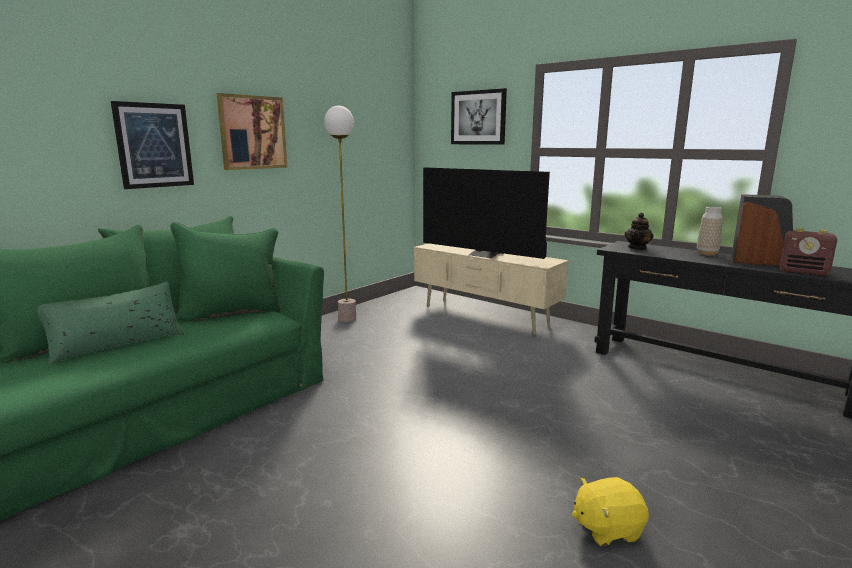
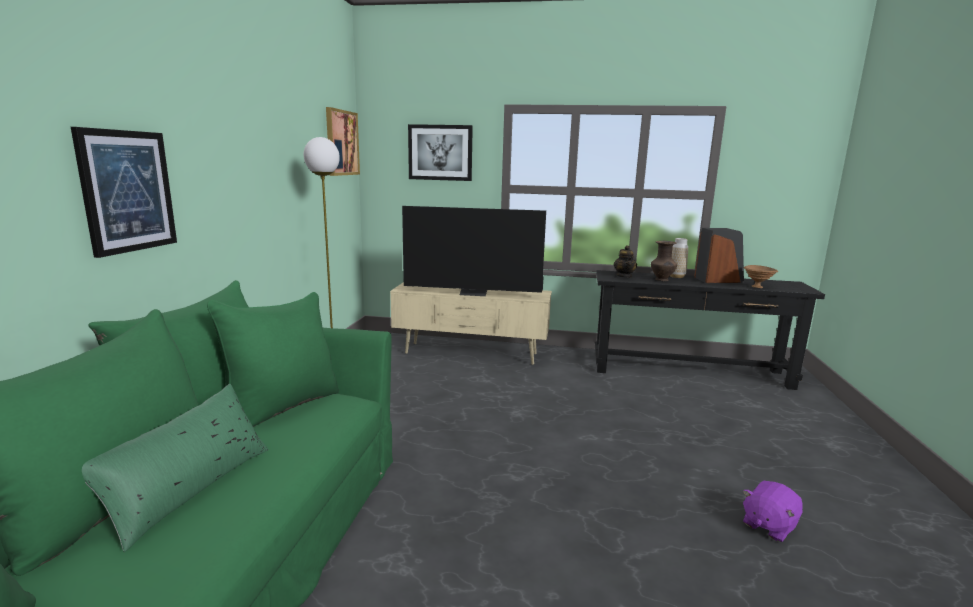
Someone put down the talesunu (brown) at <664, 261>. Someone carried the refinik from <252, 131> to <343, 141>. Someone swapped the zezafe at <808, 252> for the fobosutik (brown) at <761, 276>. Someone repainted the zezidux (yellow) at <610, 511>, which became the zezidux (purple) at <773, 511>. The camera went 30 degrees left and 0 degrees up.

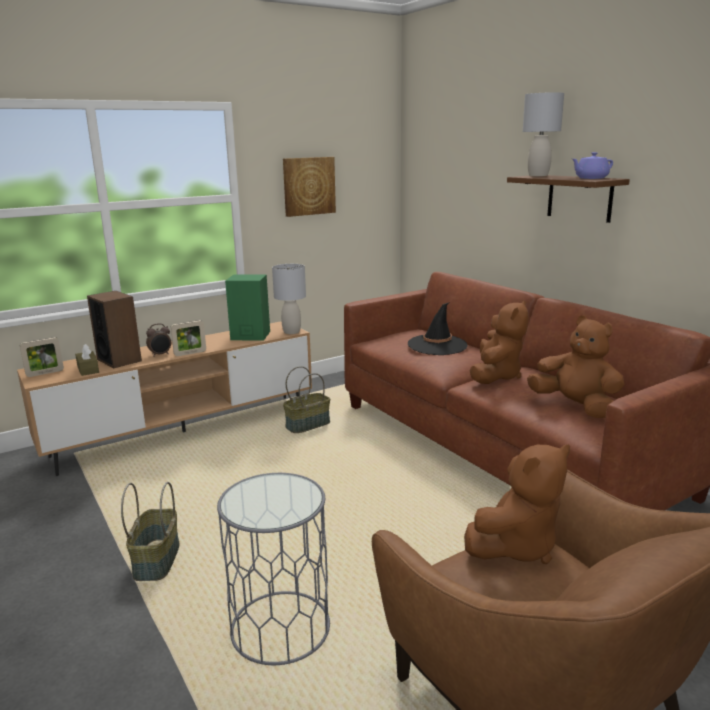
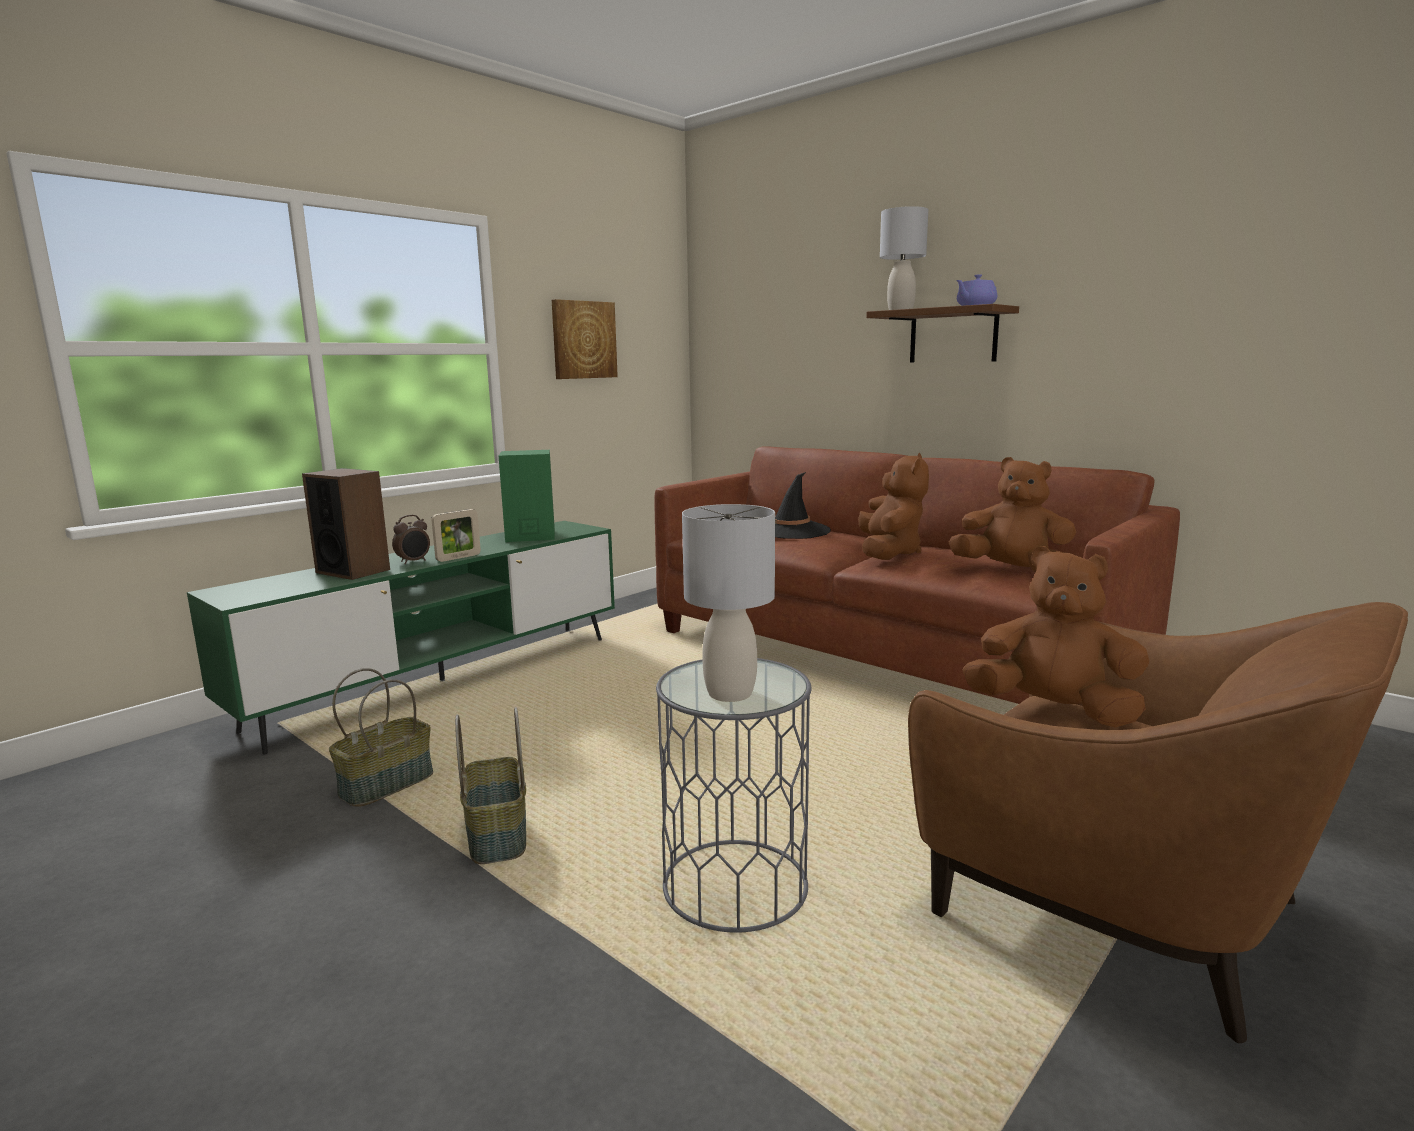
Someone took away the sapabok at <42, 357>. Someone took away the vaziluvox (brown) at <87, 360>. Someone carried the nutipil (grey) from <289, 299> to <728, 603>. Someone carried the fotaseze from <306, 399> to <381, 737>. Someone repainted the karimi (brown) at <164, 398>, which became the karimi (green) at <401, 637>. Someone rotated the zezidux (brown) at <517, 504> by 105 degrees counterclockwise. The camera went 15 degrees left and 5 degrees down.

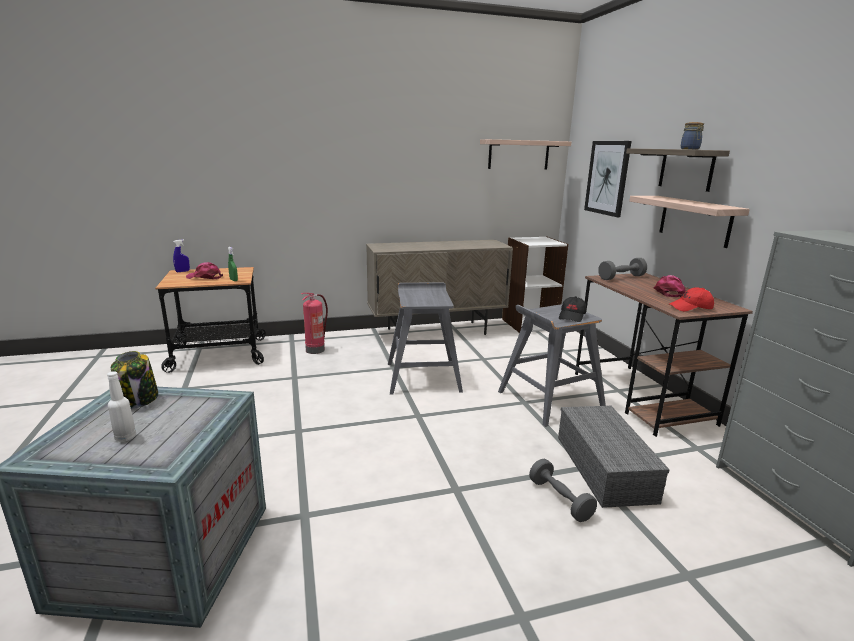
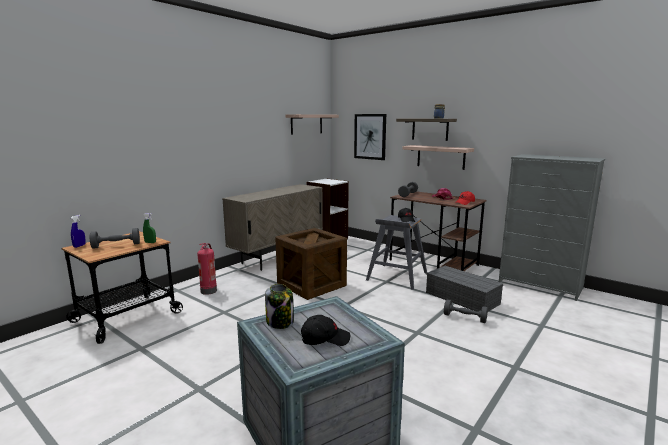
Someone swapped the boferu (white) at <121, 406> for the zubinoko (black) at <325, 330>. Someone swapped the zubinoko (pink) at <204, 270> for the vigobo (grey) at <115, 238>. Someone swapped the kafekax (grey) at <425, 338> for the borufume at <311, 264>. The camera went 35 degrees left and 5 degrees down.

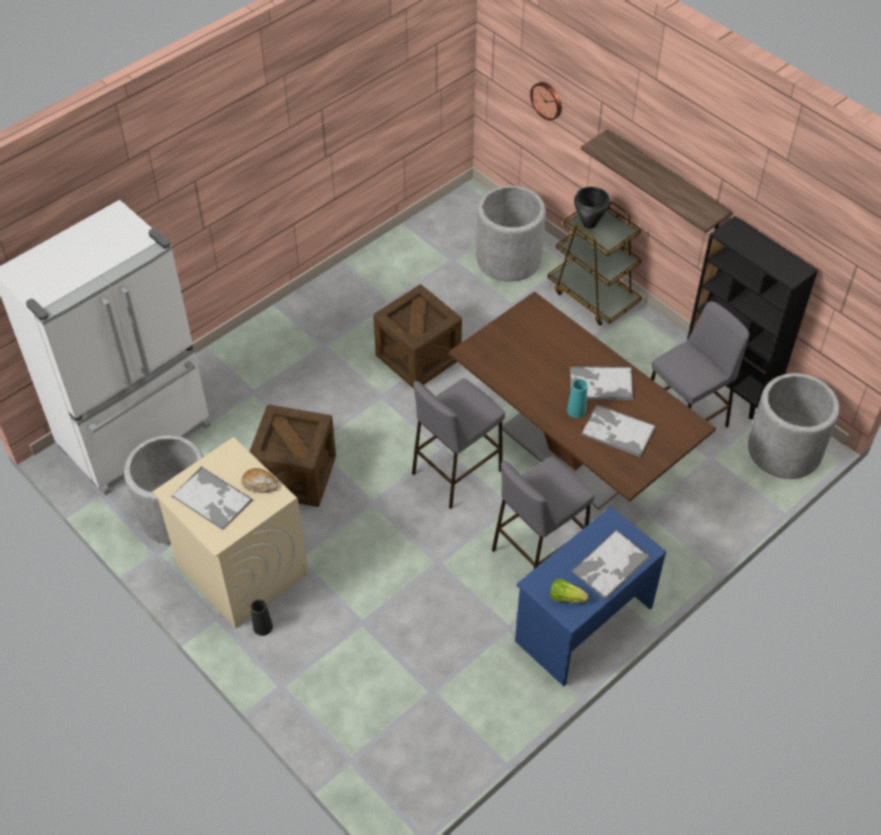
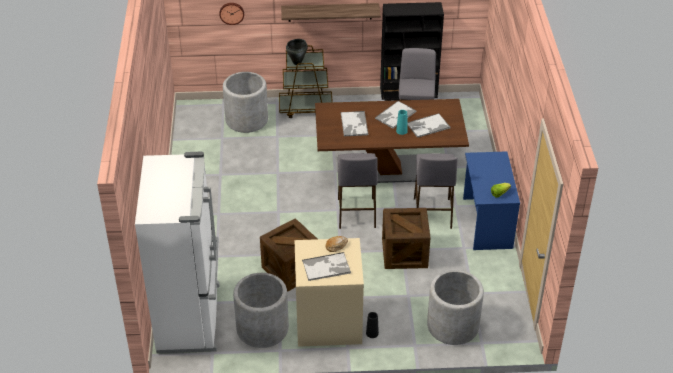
Someone carried the borufume from <417, 336> to <406, 238>. Someone carried the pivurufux from <611, 565> to <354, 123>. Someone carried the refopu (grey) from <793, 426> to <455, 307>. The camera went 50 degrees left and 10 degrees down.

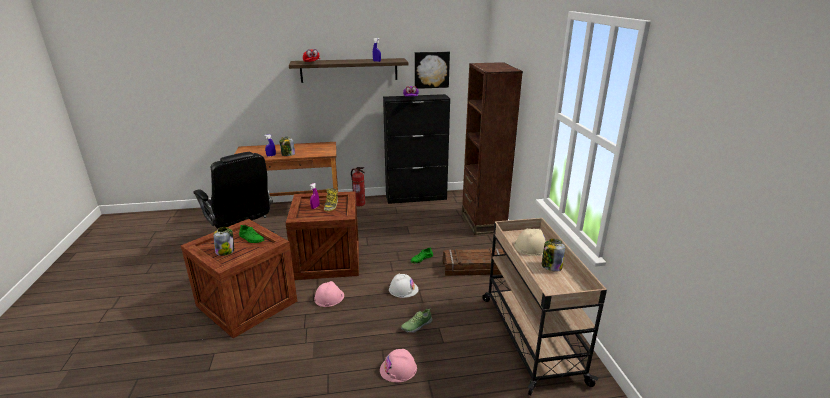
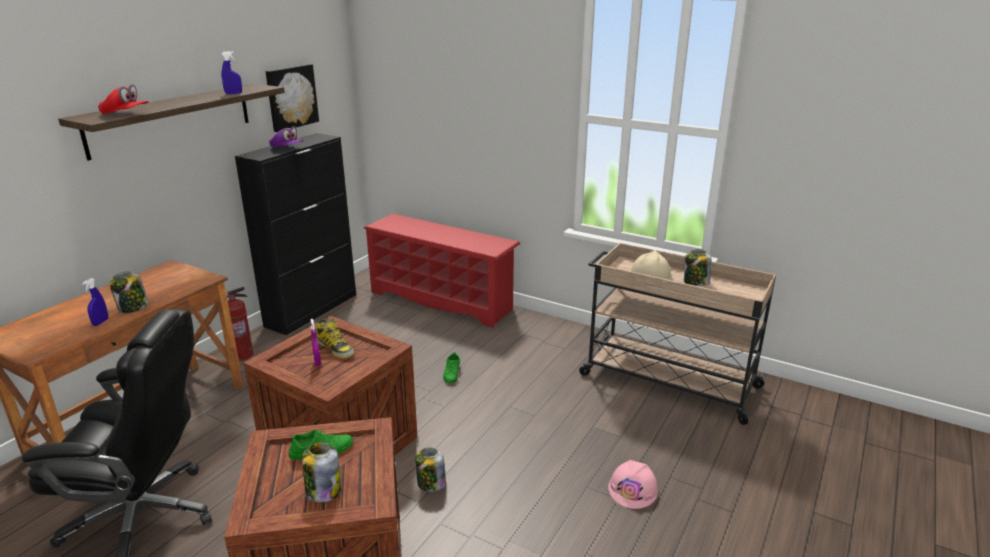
Someone took away the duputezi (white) at <404, 286>. Someone took away the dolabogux at <416, 320>. Someone took away the borufume at <473, 262>. Someone swapped the duputezi (pink) at <329, 294> for the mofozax at <430, 469>. Someone swapped the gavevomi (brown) at <492, 148> for the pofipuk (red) at <441, 271>. The camera went 50 degrees left and 0 degrees up.

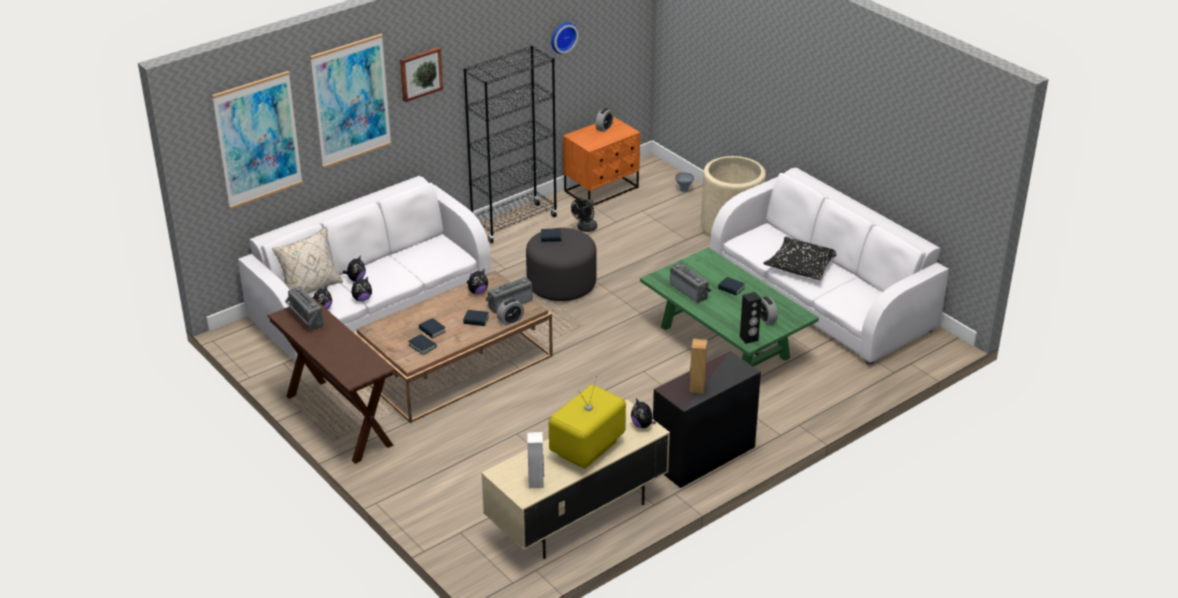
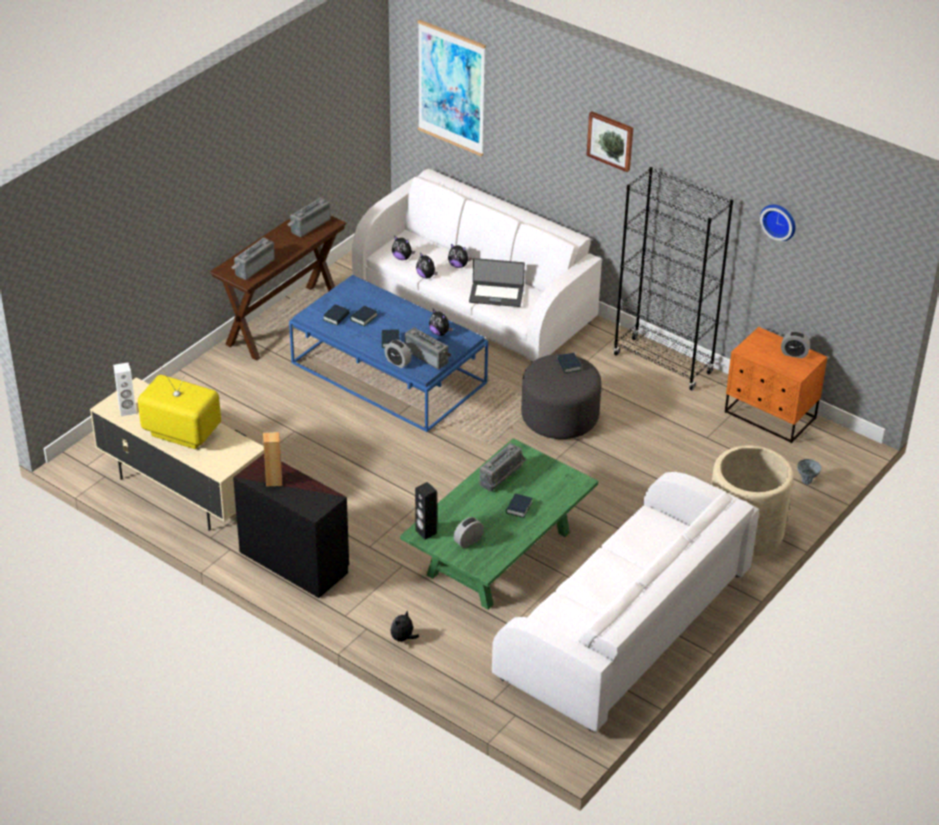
Someone took away the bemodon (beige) at <307, 260>. Someone took away the refinik at <351, 101>. Someone took away the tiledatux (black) at <584, 215>. Someone took away the bemodon (black) at <799, 258>. Someone put down the zezafe at <253, 259>. Someone put down the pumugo at <497, 282>. Someone carried the zezidux from <643, 413> to <405, 626>. Someone repainted the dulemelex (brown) at <453, 347>, which became the dulemelex (blue) at <388, 354>. The camera went 75 degrees right and 5 degrees up.

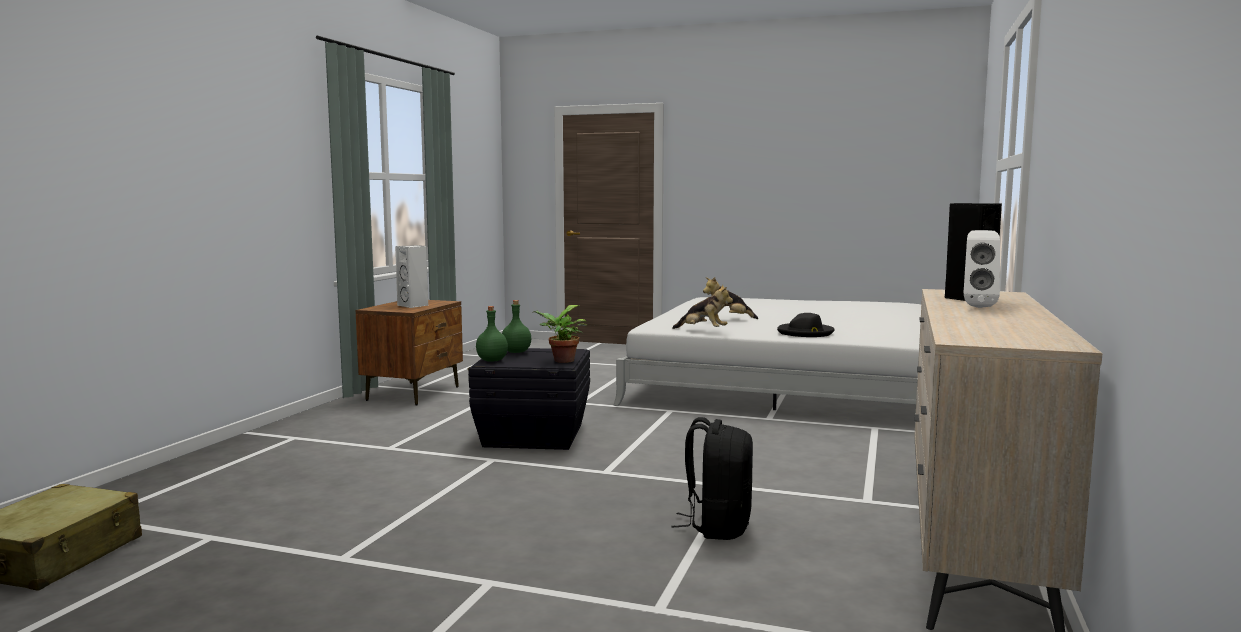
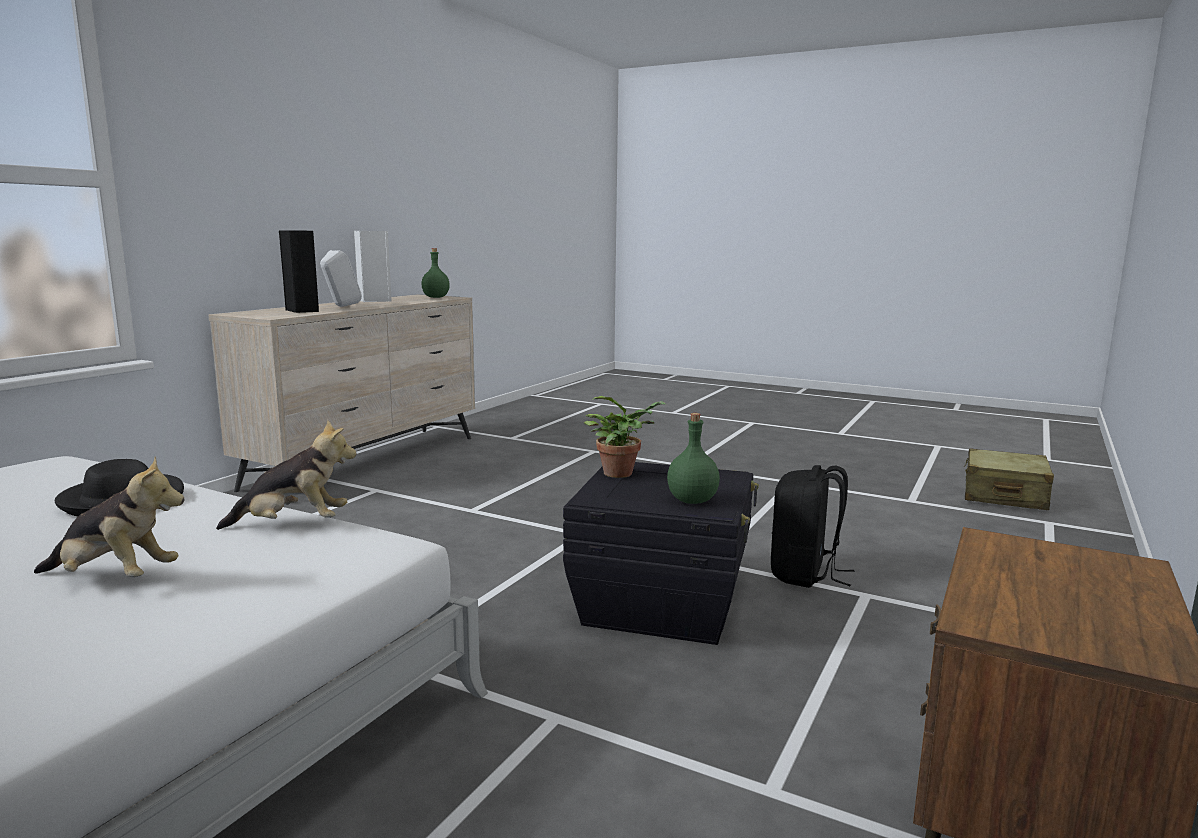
Someone carried the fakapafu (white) from <411, 276> to <373, 266>. Someone carried the boferu (green) from <492, 334> to <435, 273>. Someone carried the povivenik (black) from <712, 478> to <812, 526>. Someone rotated the zezidux at <702, 306> by 135 degrees clockwise. The camera went 170 degrees left and 5 degrees up.

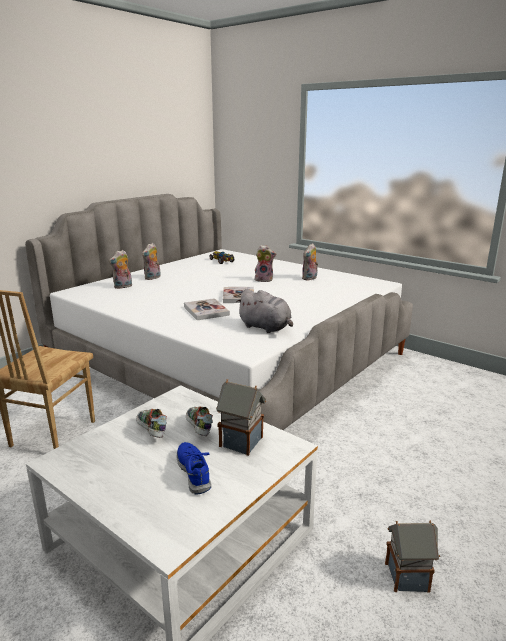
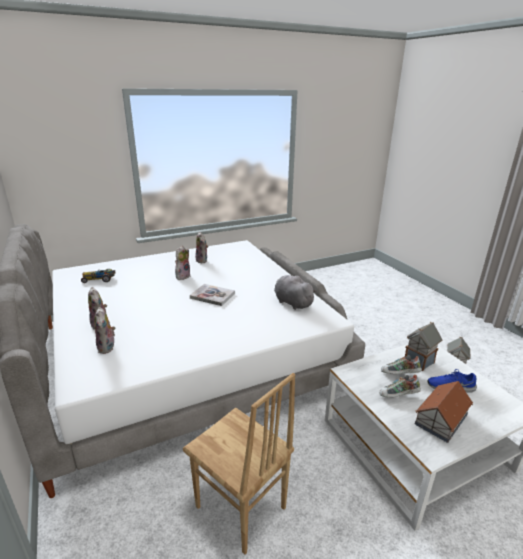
Someone took away the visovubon at <207, 309>. Someone put down the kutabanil at <444, 412>. Someone rotated the zezidux (grey) at <264, 311> by 105 degrees counterclockwise. The camera went 65 degrees left and 5 degrees up.

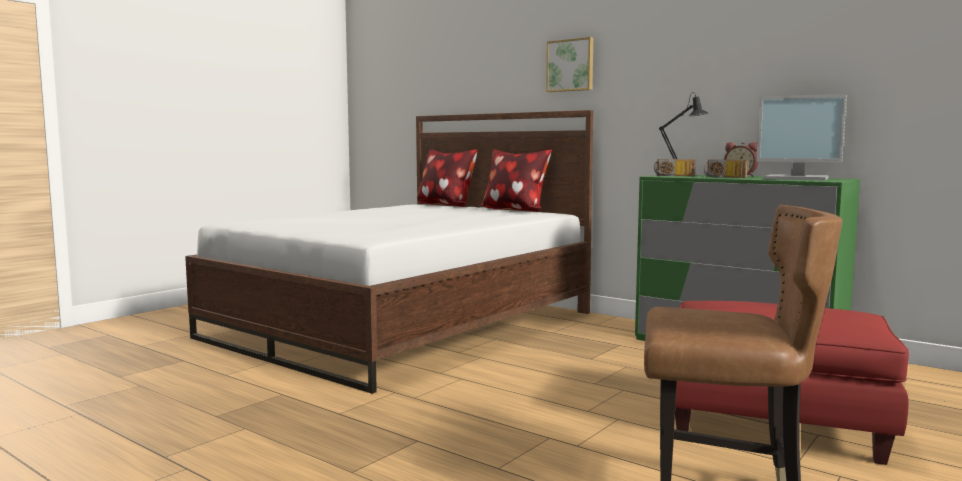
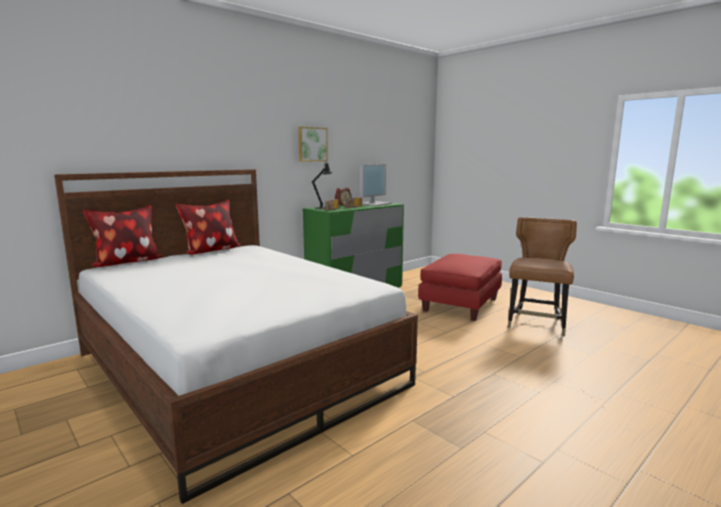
Someone carried the refinik from <569, 64> to <313, 144>. The camera went 80 degrees left and 5 degrees up.

